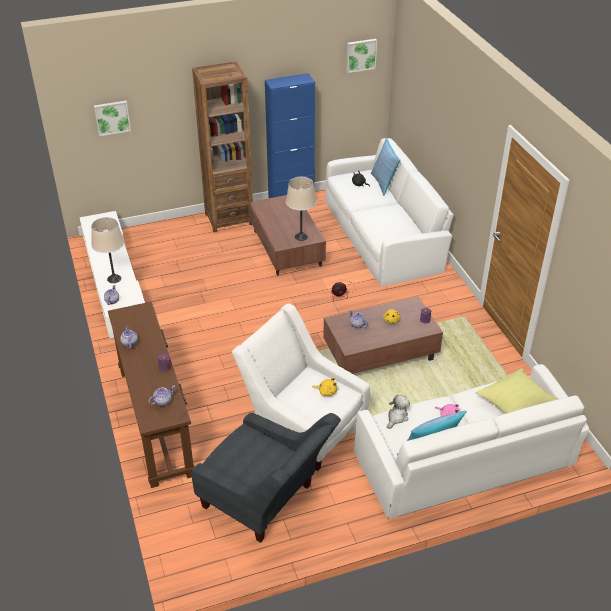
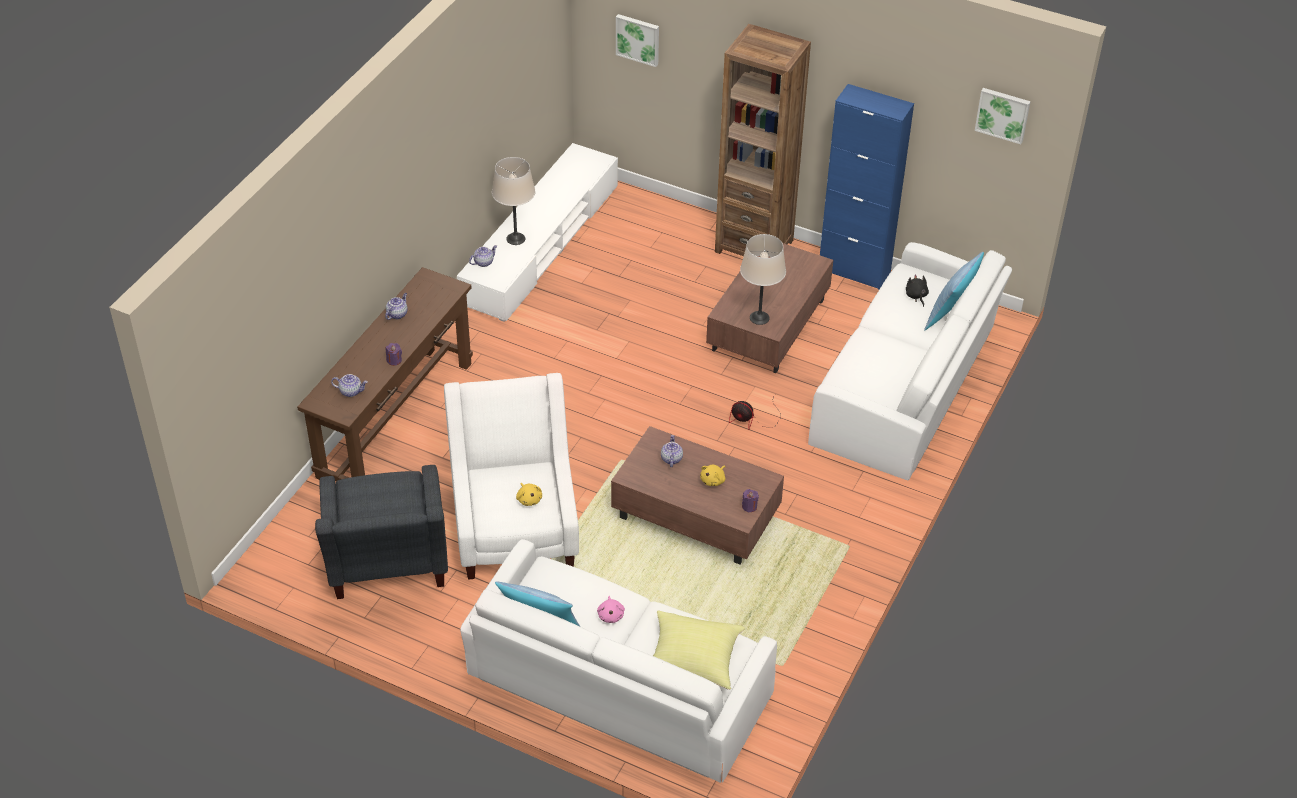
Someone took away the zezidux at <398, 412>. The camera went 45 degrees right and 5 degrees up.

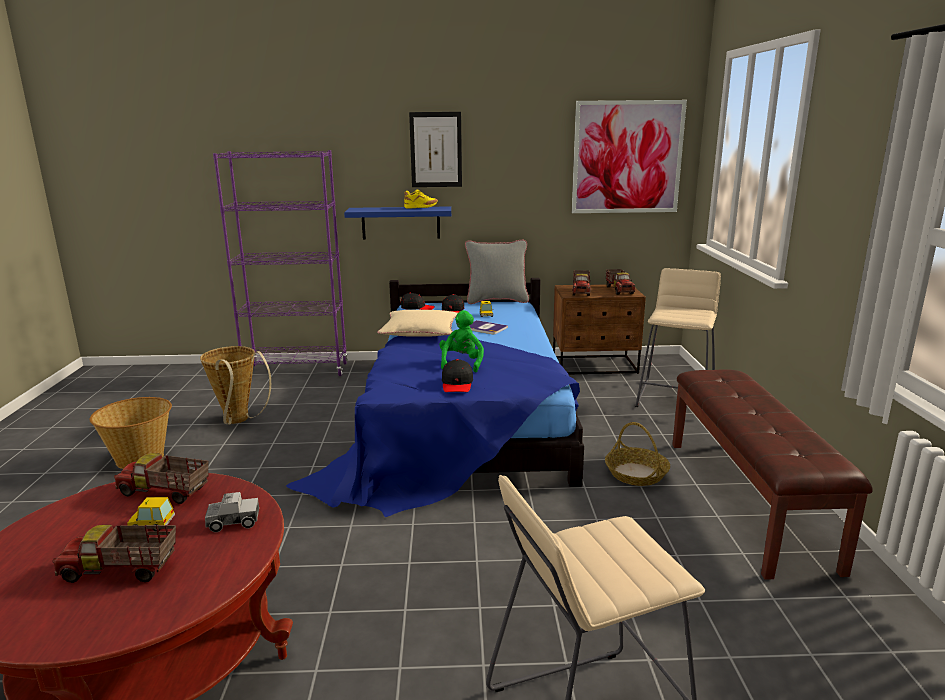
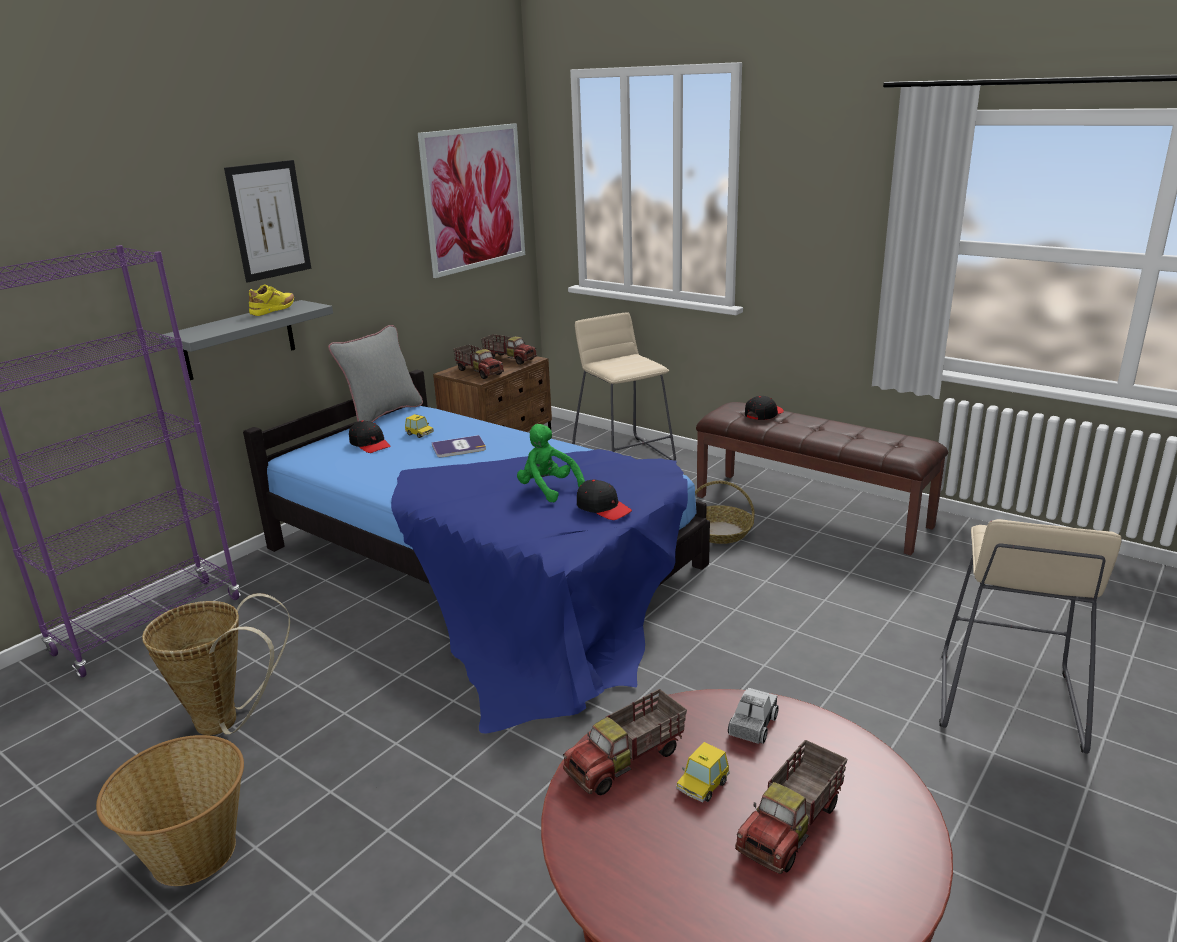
Someone took away the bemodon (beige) at <417, 323>. Someone carried the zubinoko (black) from <418, 301> to <764, 408>. Someone repainted the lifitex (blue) at <397, 223>, which became the lifitex (grey) at <246, 340>. The camera went 50 degrees left and 5 degrees up.

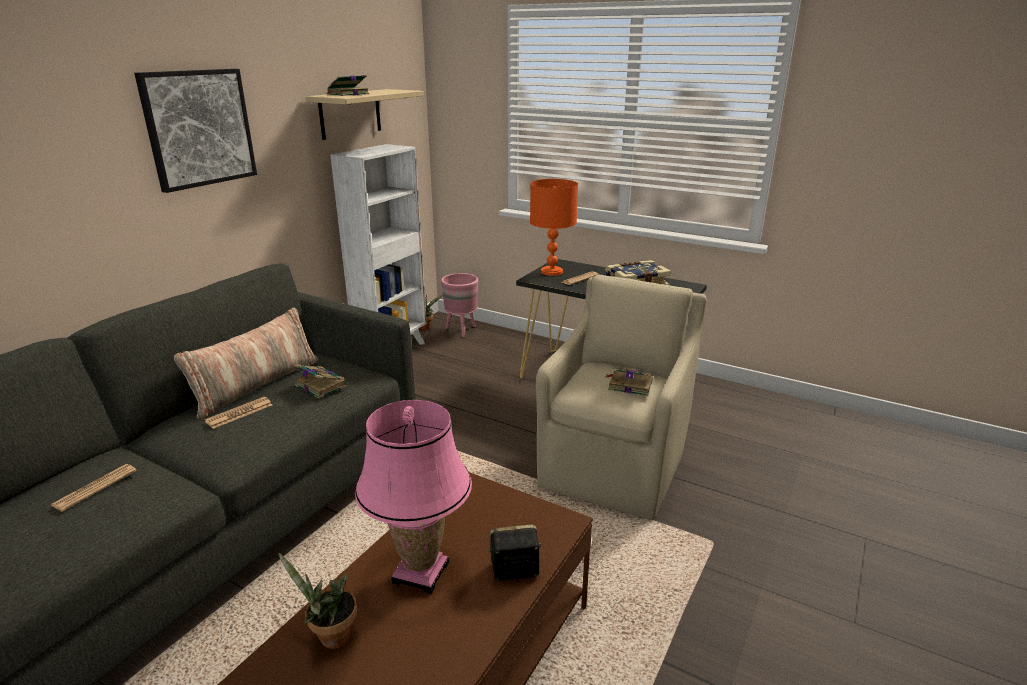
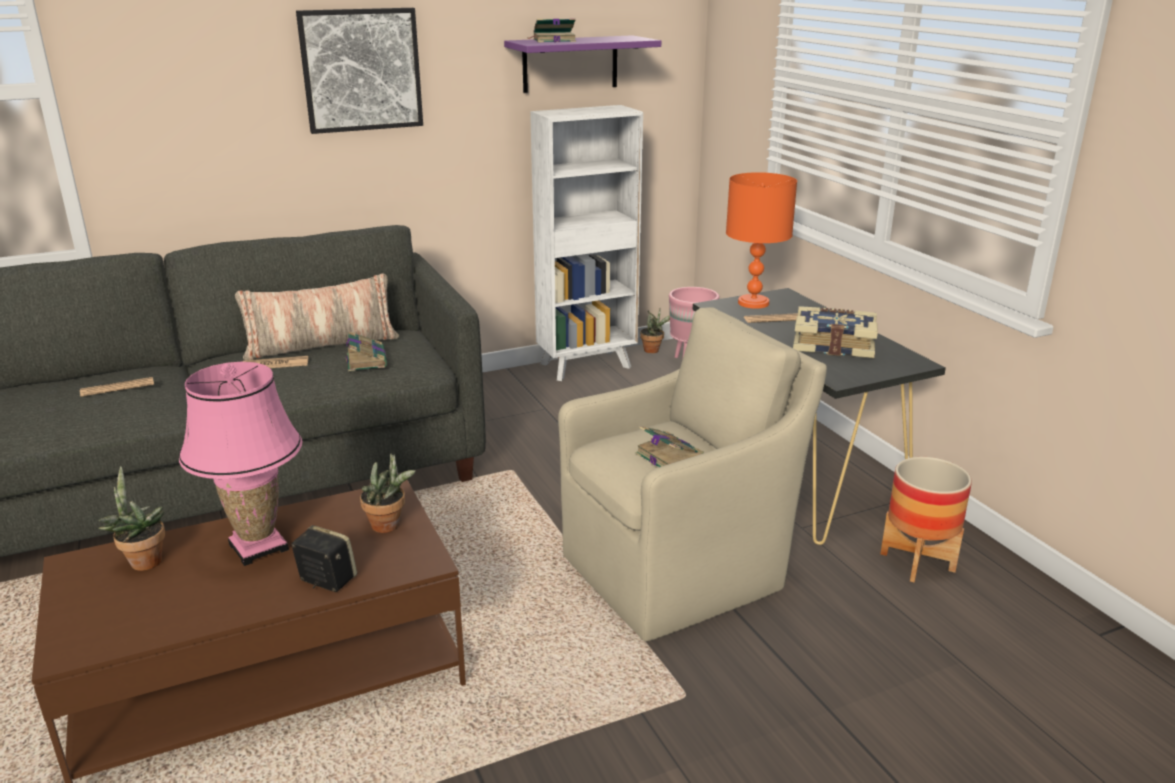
Someone put down the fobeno at <388, 493>. Someone put down the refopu at <926, 519>. Someone repainted the lifitex (beige) at <364, 114>, which became the lifitex (purple) at <582, 64>. The camera went 35 degrees right and 0 degrees up.

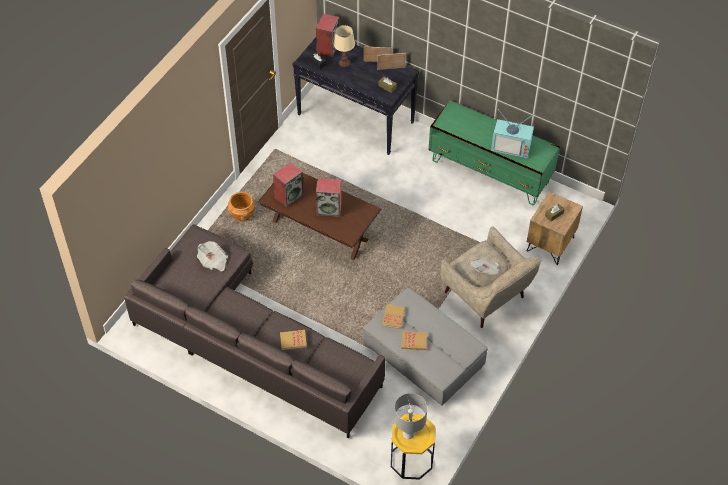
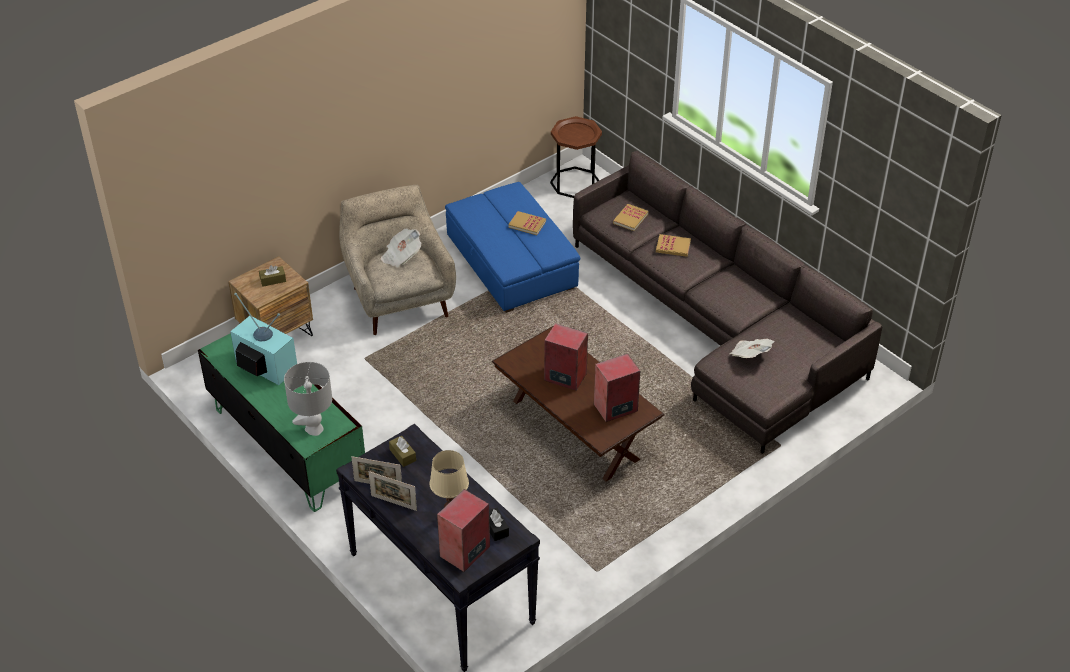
Someone took away the refopu (brown) at <241, 206>. Someone carried the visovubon from <393, 316> to <631, 217>. Someone carried the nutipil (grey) from <410, 416> to <308, 399>. Someone repainted the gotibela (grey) at <425, 346>, which became the gotibela (blue) at <512, 247>. Someone repainted the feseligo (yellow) at <413, 447>, which became the feseligo (brown) at <576, 157>. The camera went 160 degrees left and 10 degrees down.

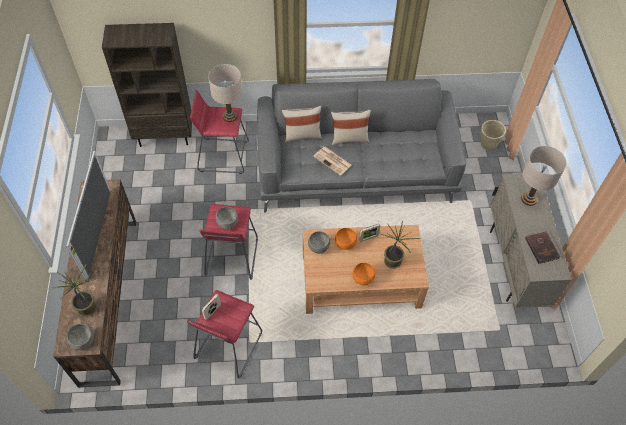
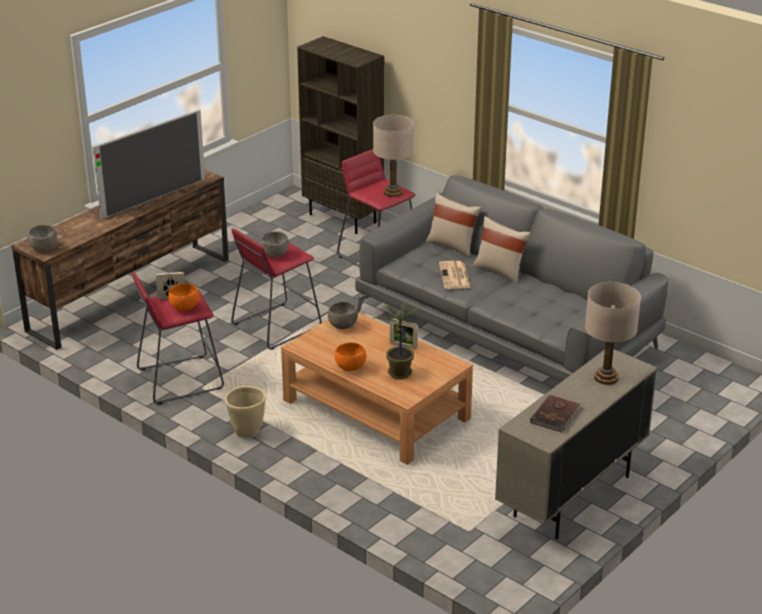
Someone took away the fobeno at <75, 290>. Someone carried the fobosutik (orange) from <346, 239> to <183, 297>. Someone carried the refopu (beige) from <493, 135> to <245, 412>. The camera went 45 degrees right and 25 degrees down.

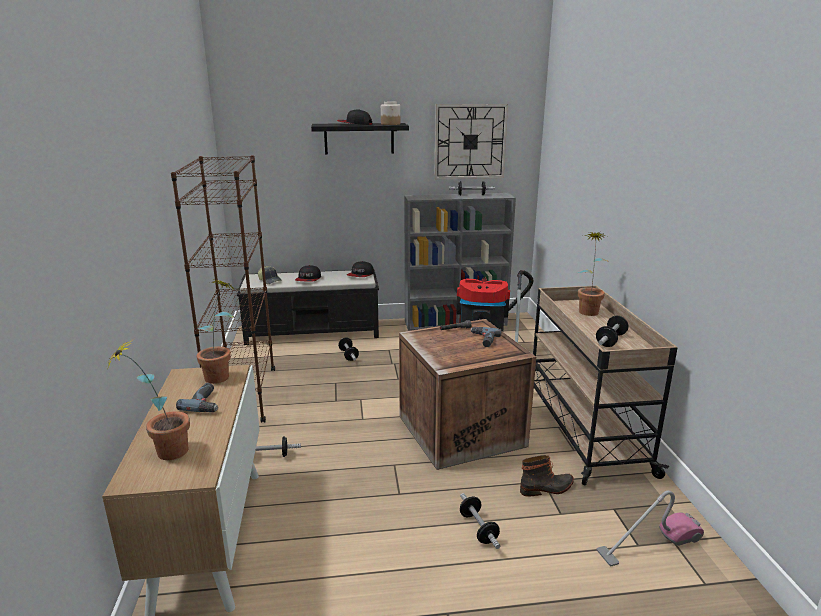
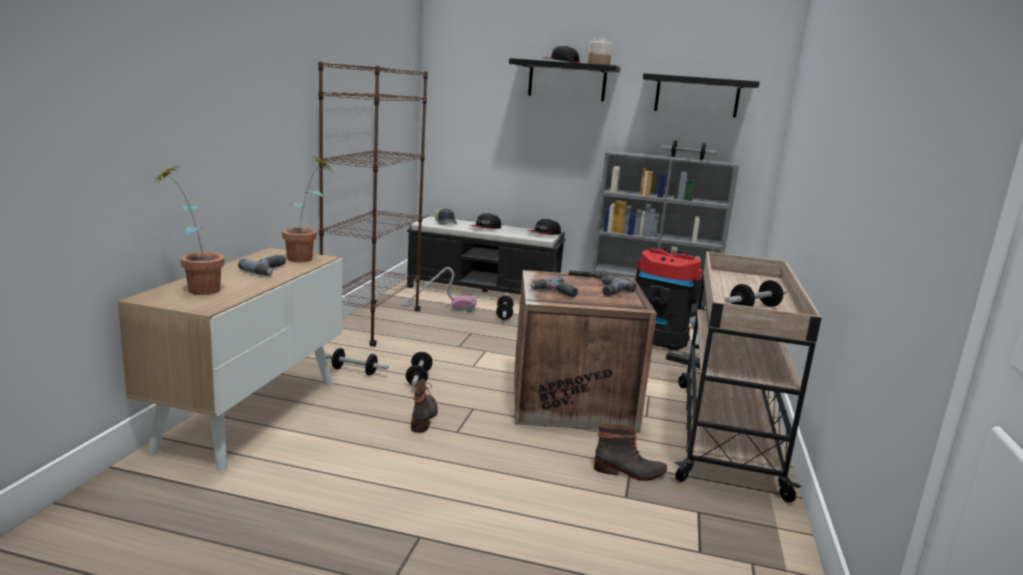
Someone took away the fobeno at <593, 274>. Someone put down the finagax at <424, 406>. Someone put down the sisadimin at <554, 287>. Someone carried the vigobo from <480, 521> to <419, 369>. Someone carried the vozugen from <650, 528> to <439, 289>. Someone swapped the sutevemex at <471, 141> for the lifitex (black) at <701, 95>. The camera went 20 degrees right and 5 degrees down.

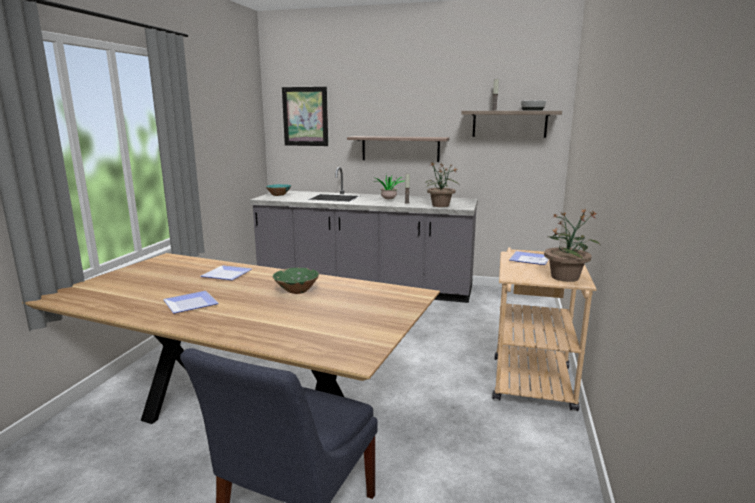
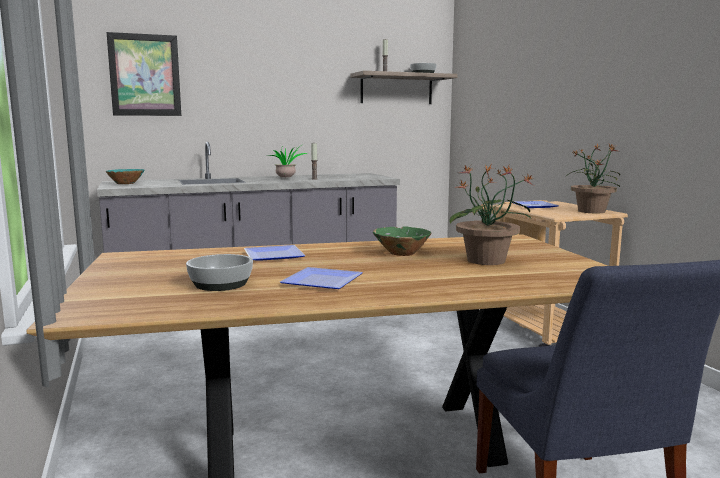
Someone took away the lifitex at <398, 149>. Someone put down the fobosutik at <219, 272>. Someone carried the fobeno from <442, 184> to <491, 215>. The camera went 35 degrees left and 5 degrees down.

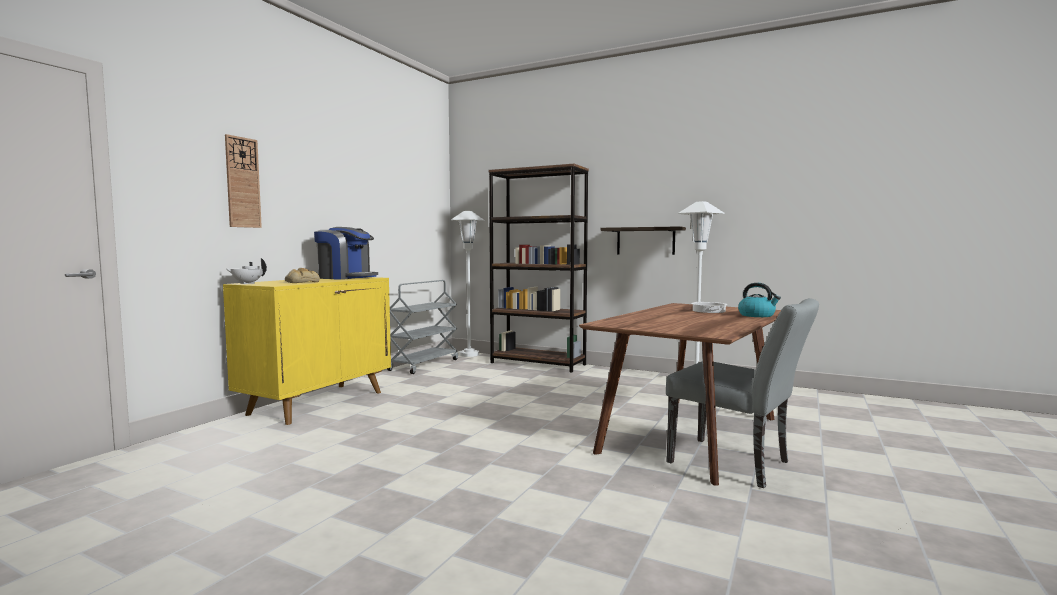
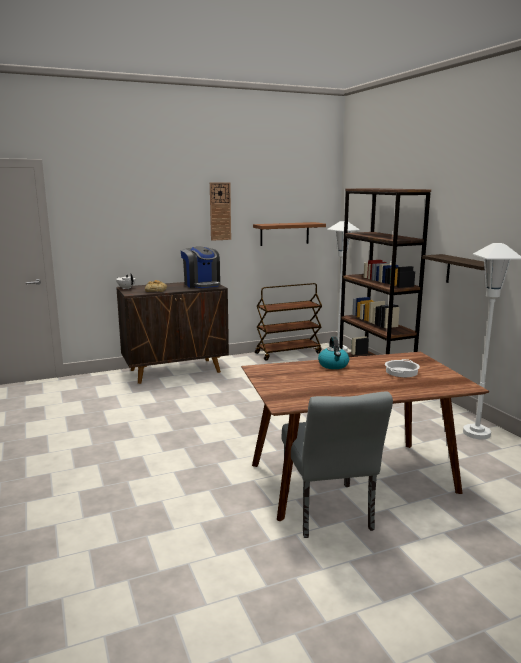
Someone put up the lifitex (brown) at <289, 234>. Someone carried the sutevemex from <243, 181> to <220, 211>. Someone carried the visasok from <759, 300> to <333, 353>. Someone repainted the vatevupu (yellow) at <307, 351>, which became the vatevupu (brown) at <172, 333>. Someone repainted the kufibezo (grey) at <422, 327>, which became the kufibezo (brown) at <288, 322>. The camera went 40 degrees right and 10 degrees up.

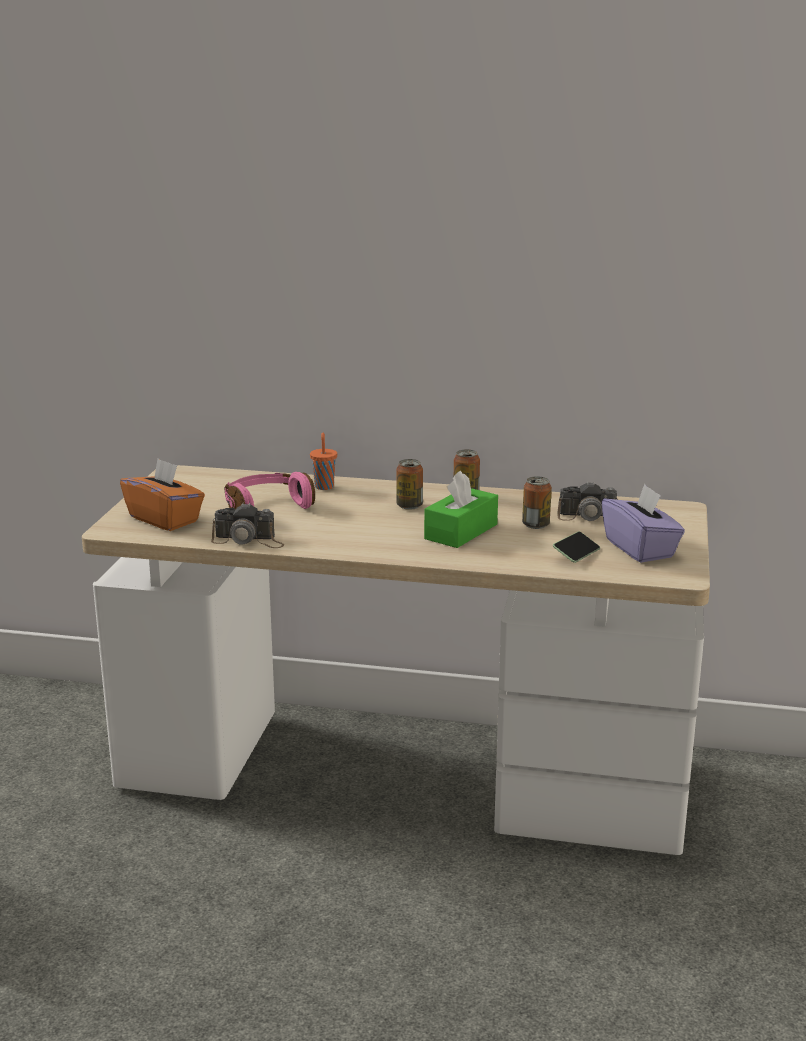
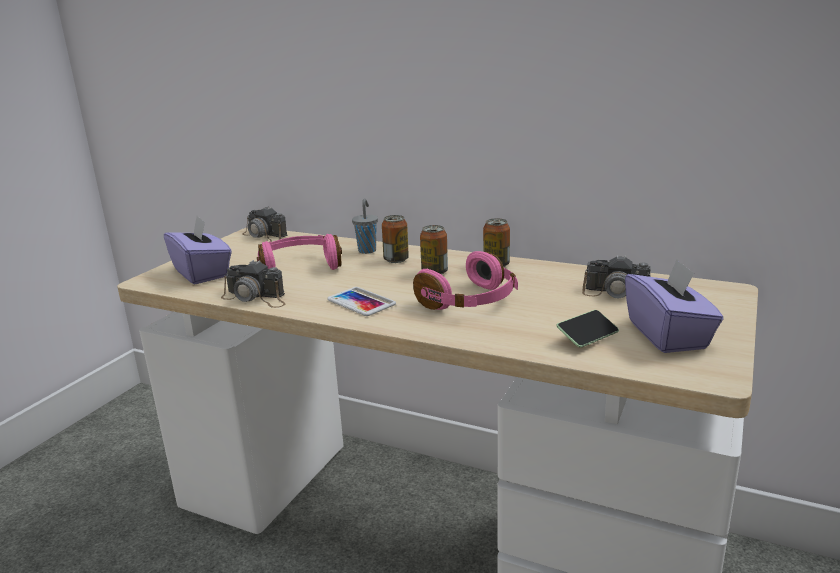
Someone put down the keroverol at <265, 224>. Someone put down the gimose at <361, 301>. Someone carried the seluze from <537, 502> to <395, 239>. Someone swapped the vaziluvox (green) at <461, 509> for the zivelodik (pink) at <465, 280>. Someone repainted the vaziluvox (orange) at <162, 494>, which became the vaziluvox (purple) at <198, 250>. Someone repainted the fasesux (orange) at <323, 461>, which became the fasesux (grey) at <365, 226>. The camera went 15 degrees right and 0 degrees up.

